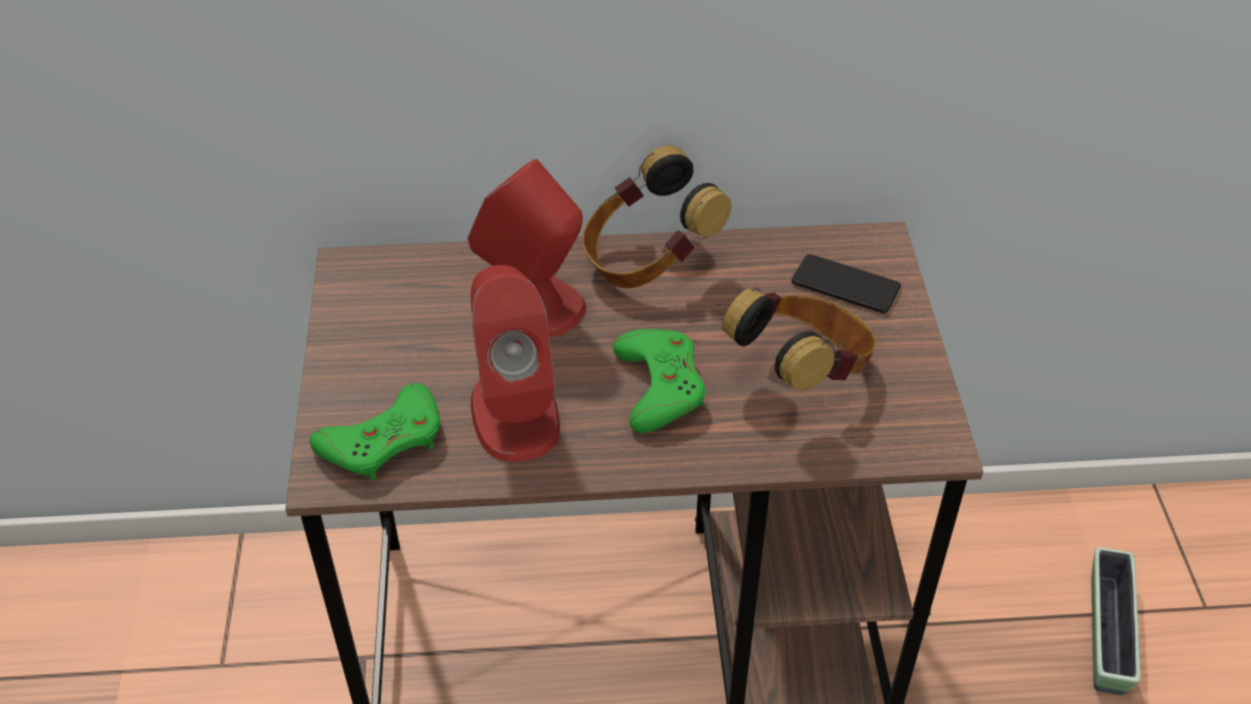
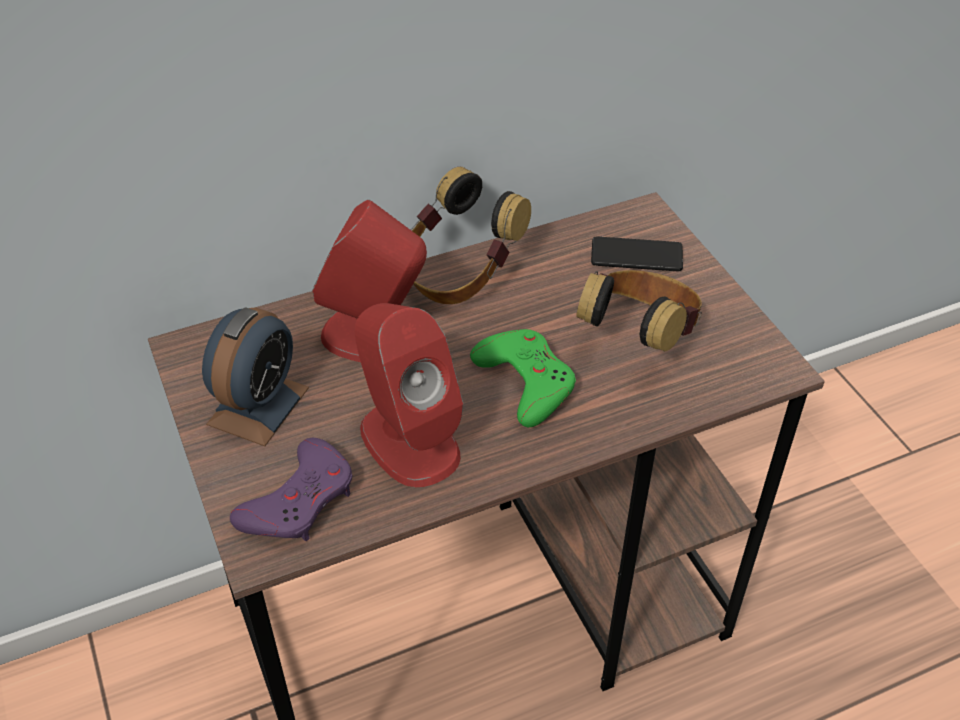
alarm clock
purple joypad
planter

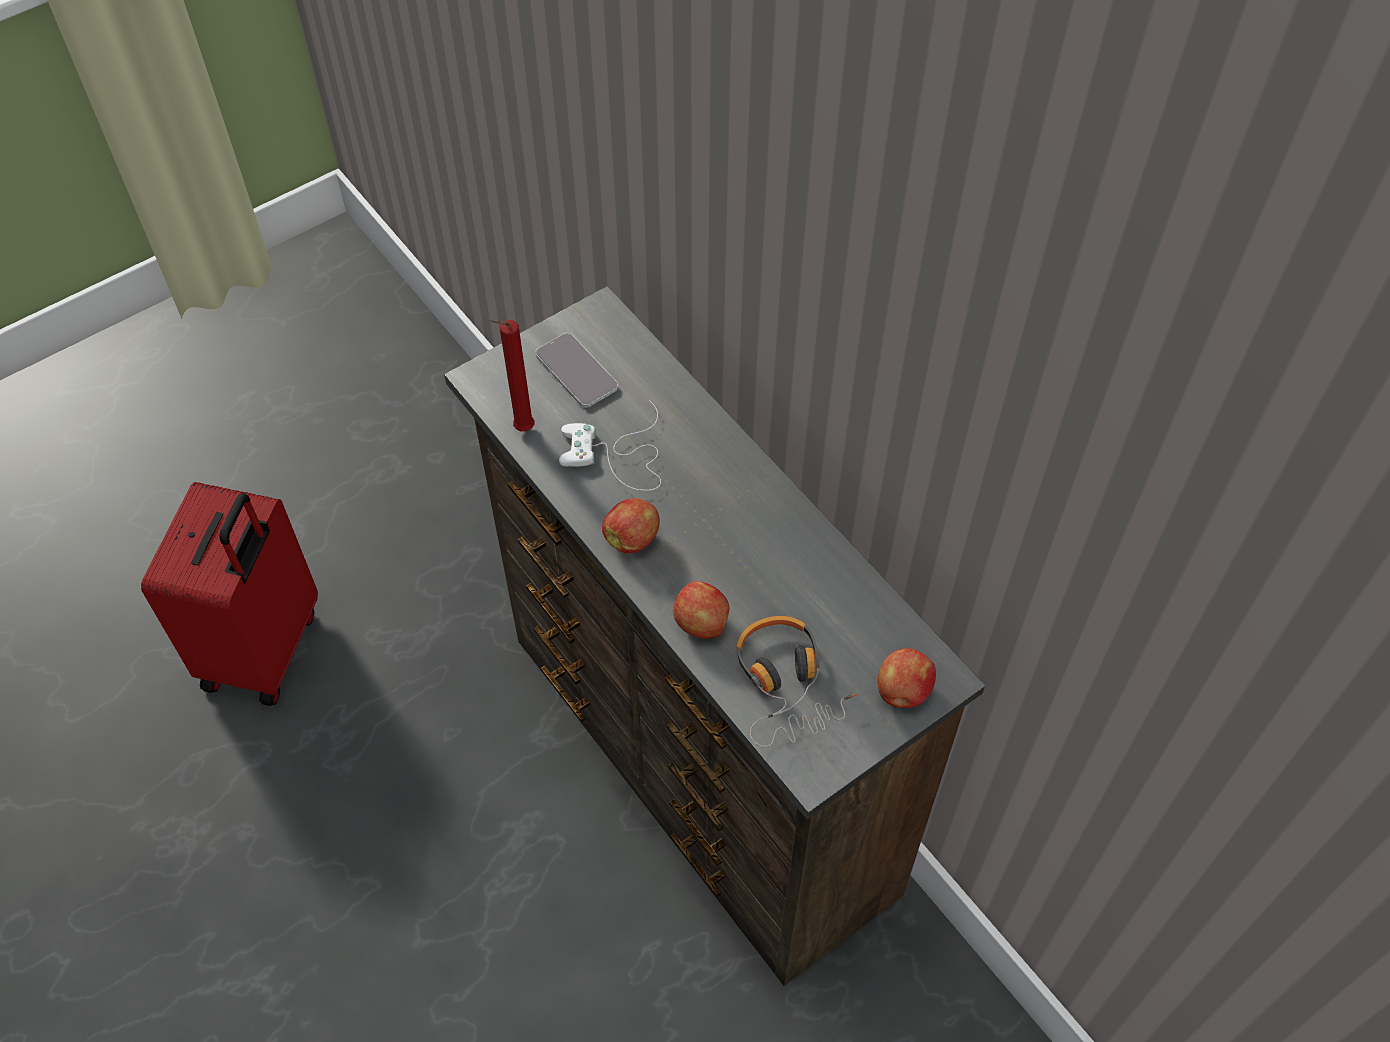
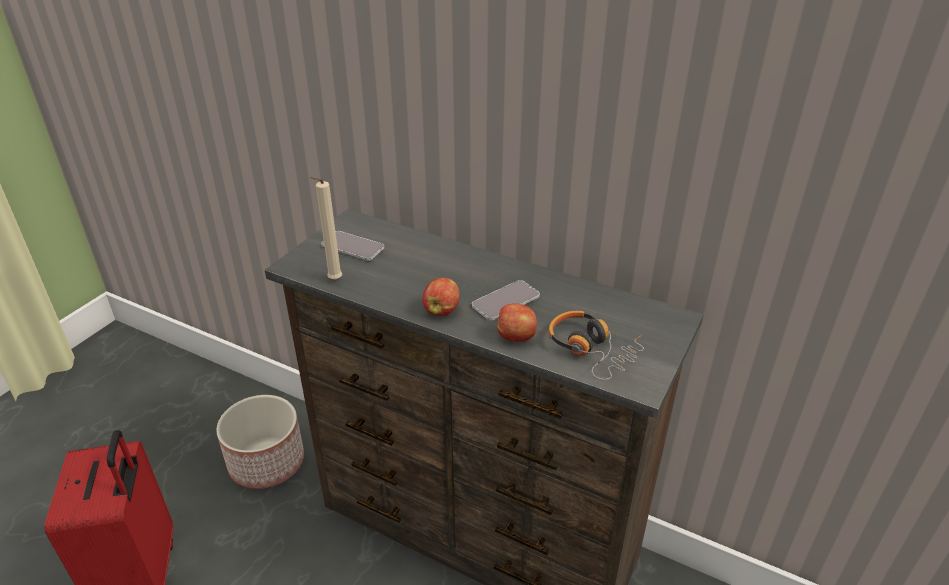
planter
sand-coloured wax candle
phone (no. 2 from left)
white-coloured joypad
apple fruit (no. 3 from left in the first image)

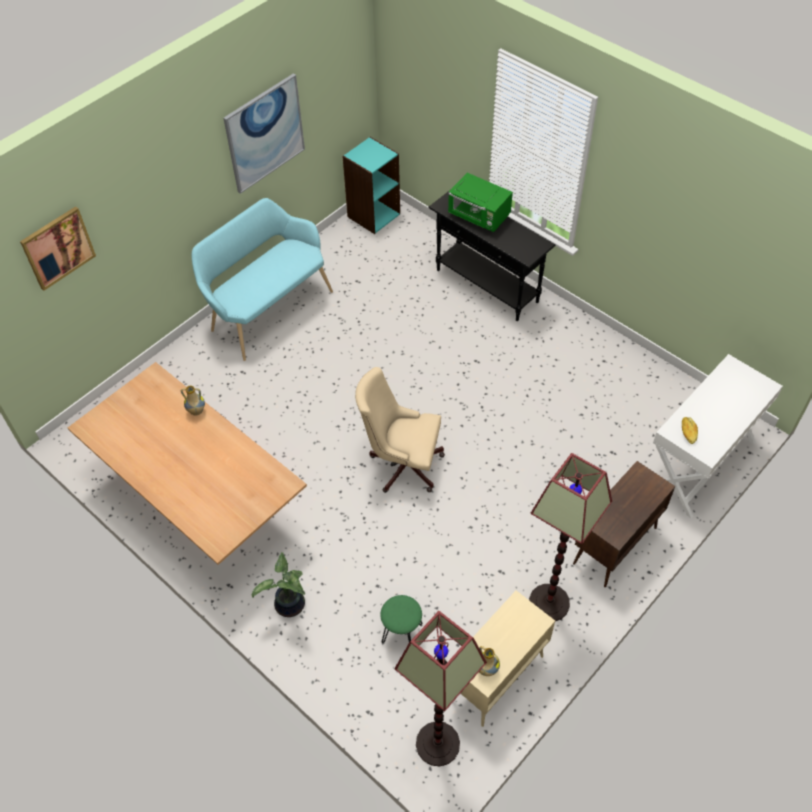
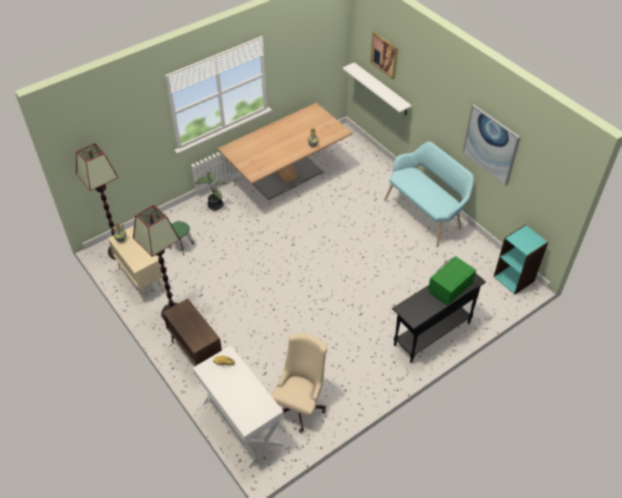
sand-coloured office chair
white-coloured bracket shelf

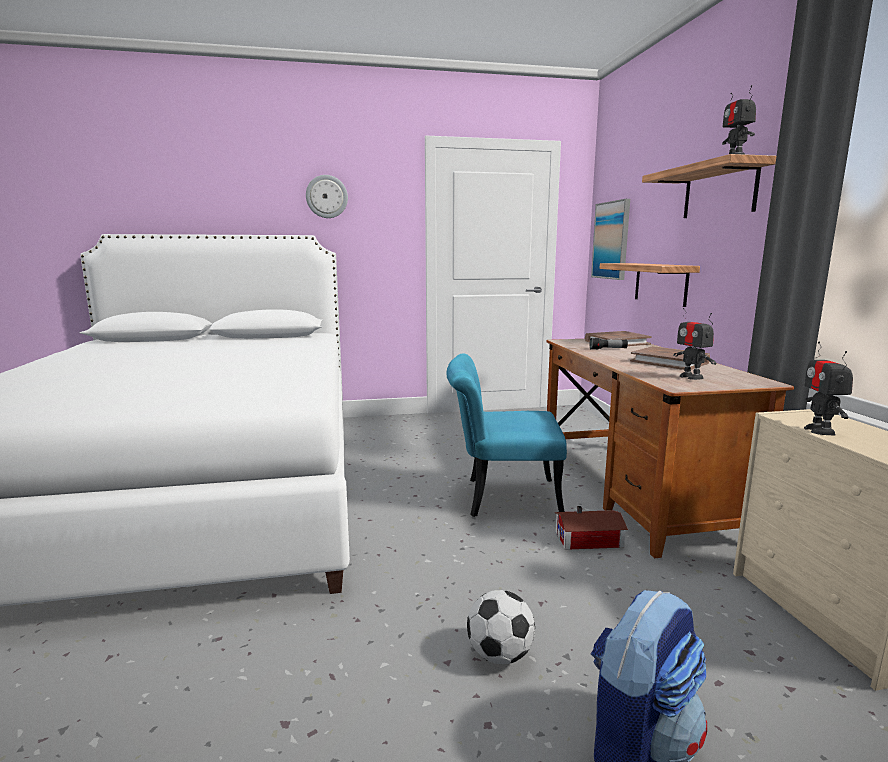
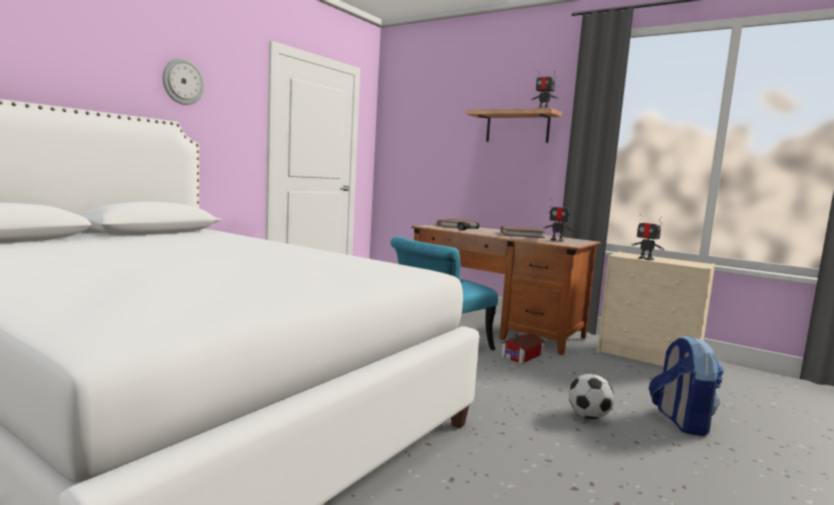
wall art
bracket shelf (no. 1 from left in the first image)

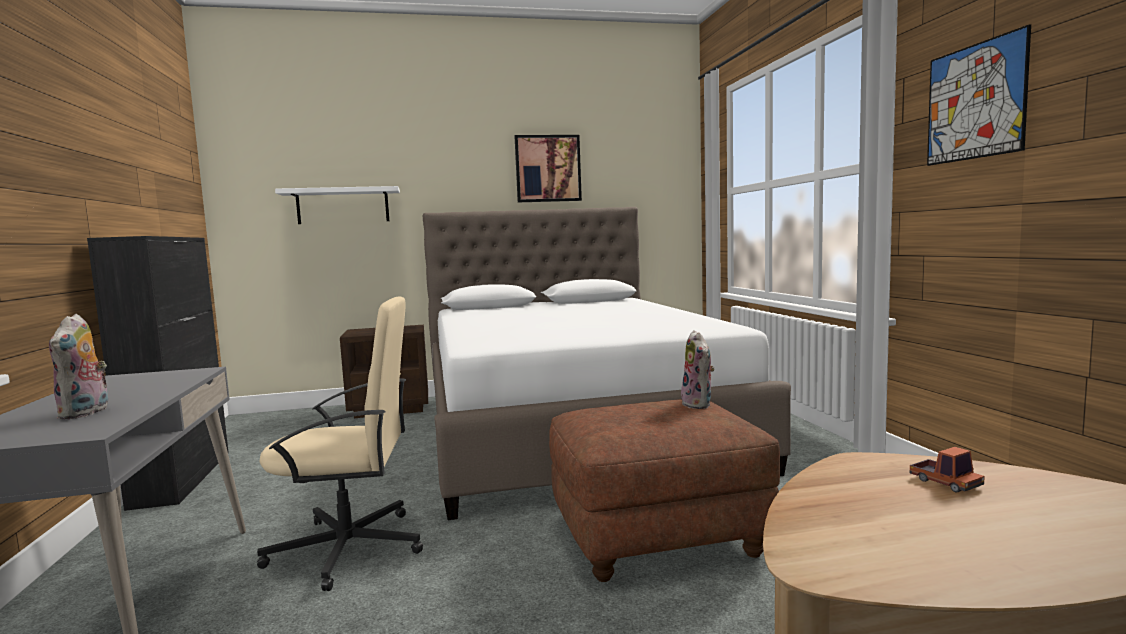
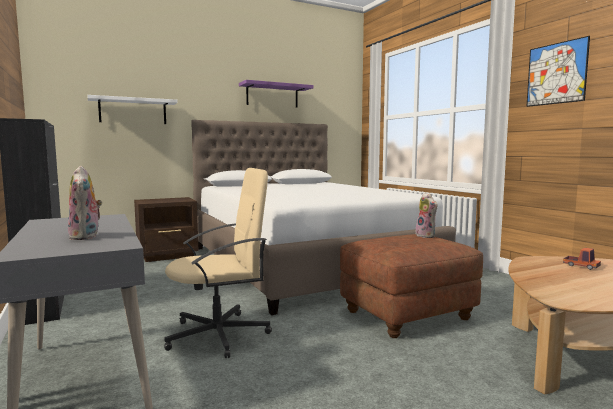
purple bracket shelf

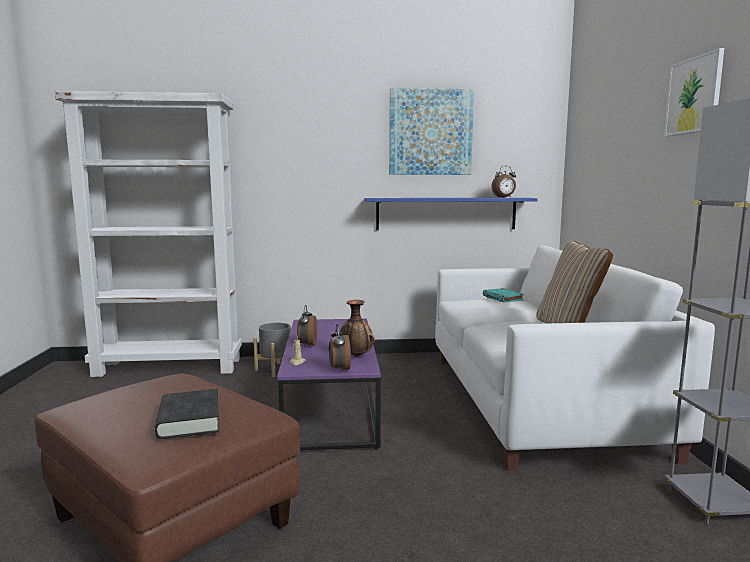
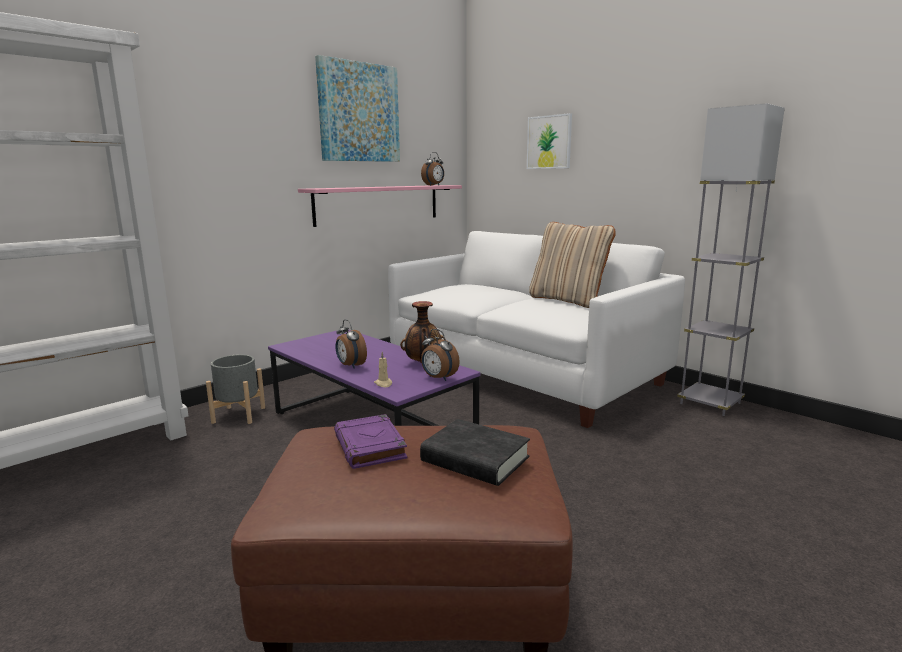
pinkish bracket shelf
purple bound book
wall art (no. 2 from left)
blue-green bound book

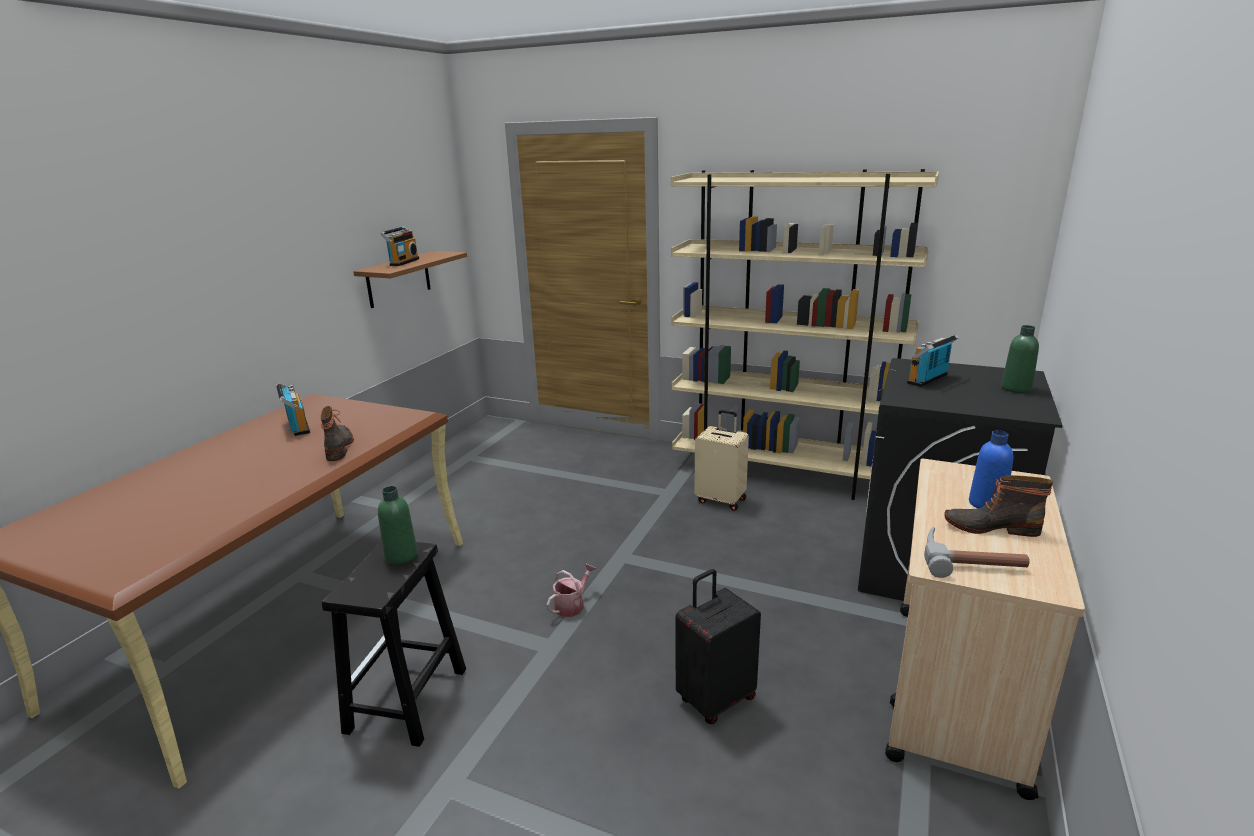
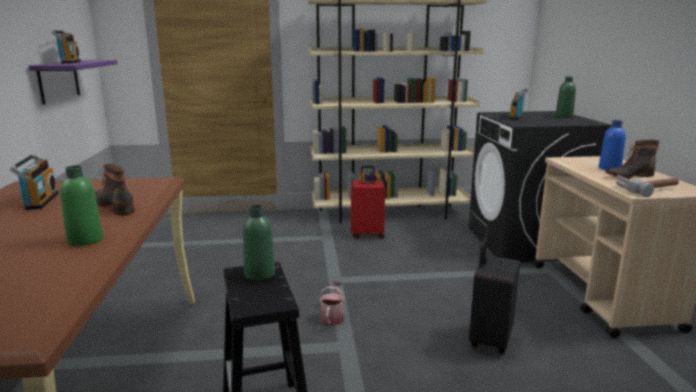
radio set (no. 1 from left)
purple bracket shelf
green-coloured beverage bottle (no. 1 from left)
reddish suitcase

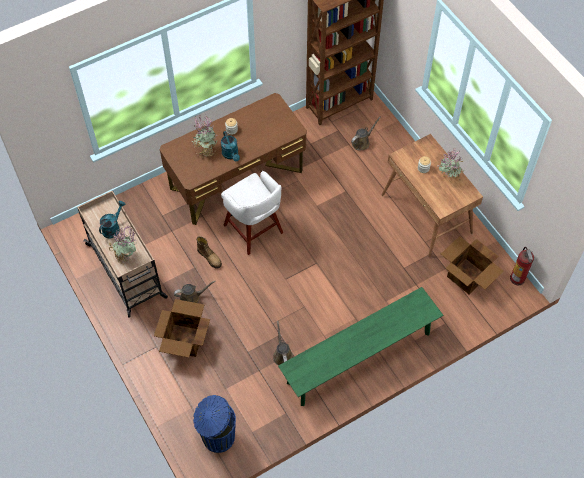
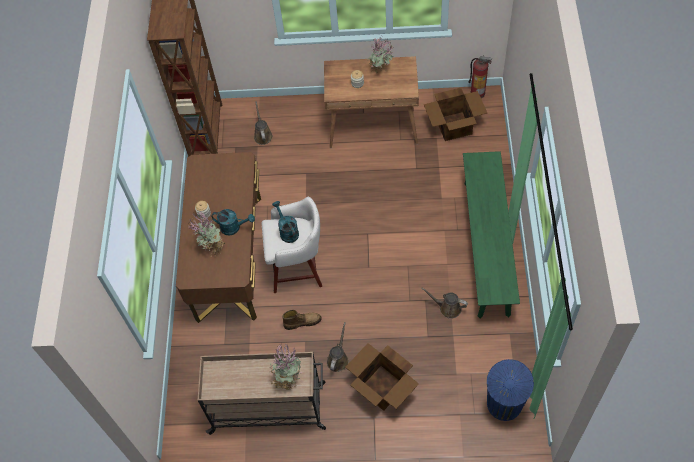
blue-green watering pot (no. 2 from left)

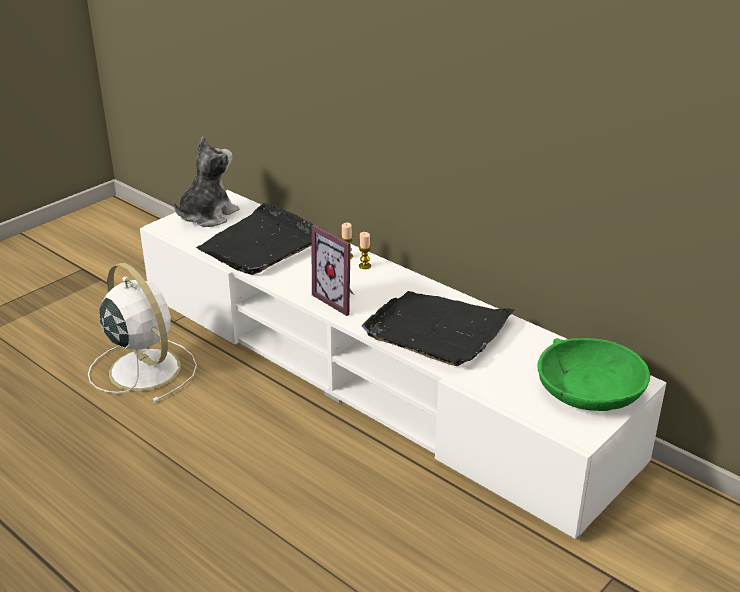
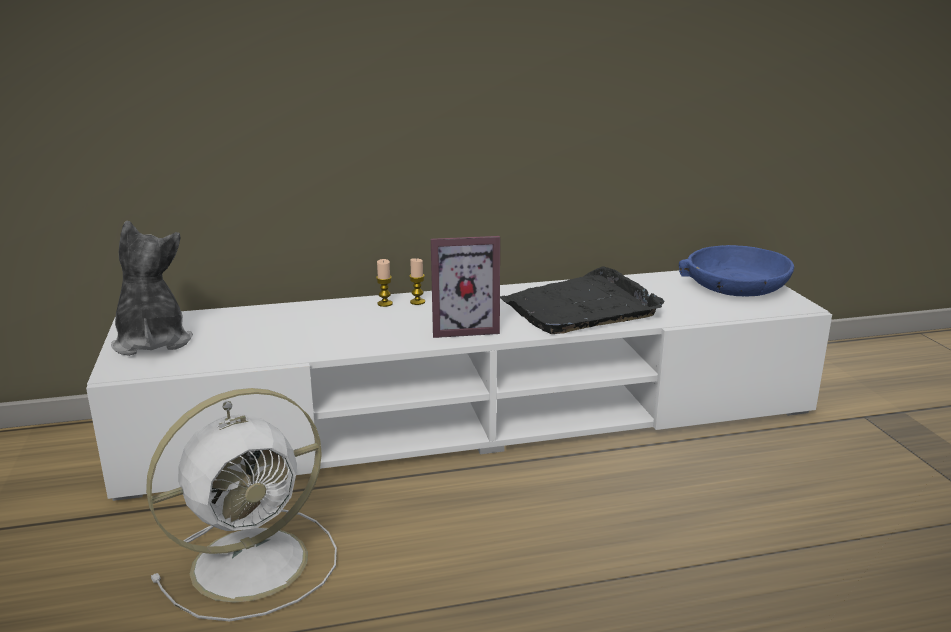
white-coloured cooling fan
blue deep dish
blackish tray (no. 1 from left in the first image)

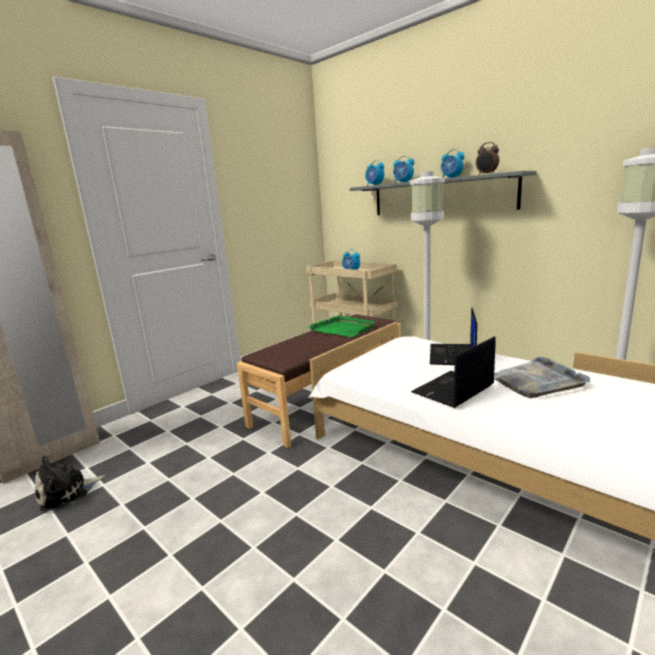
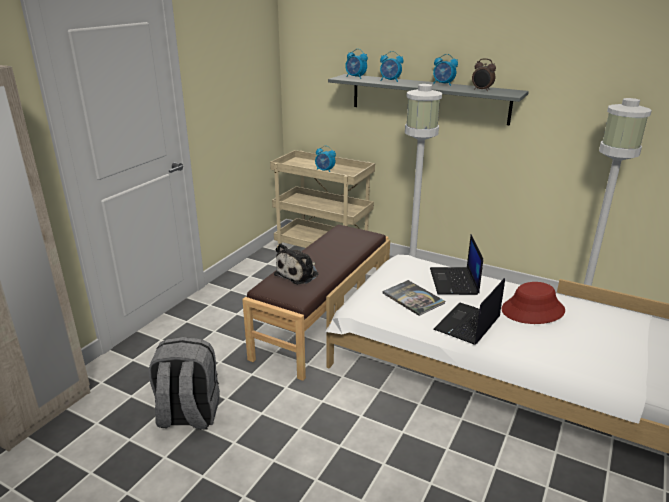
grey backpack
cuddly toy
bound book
reddish clothing hat
green-coloured tray

